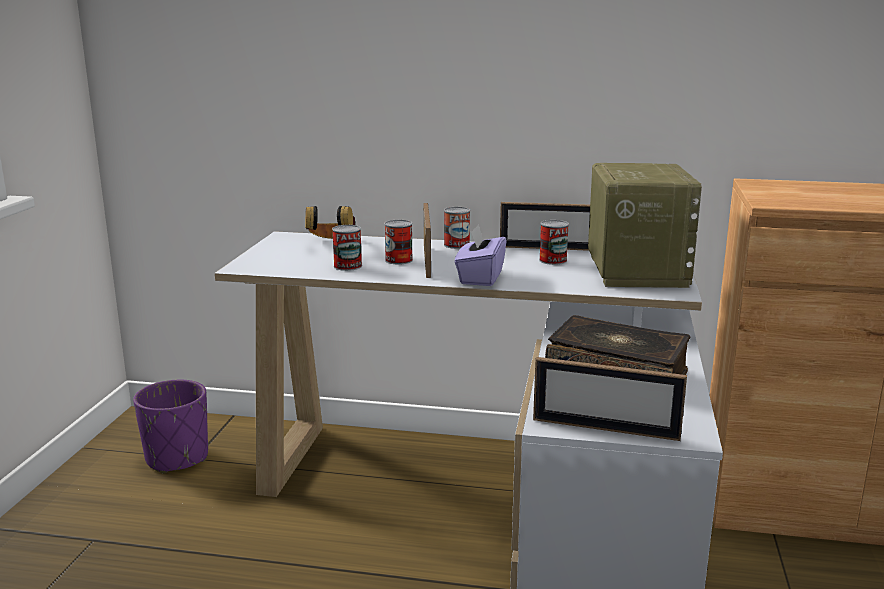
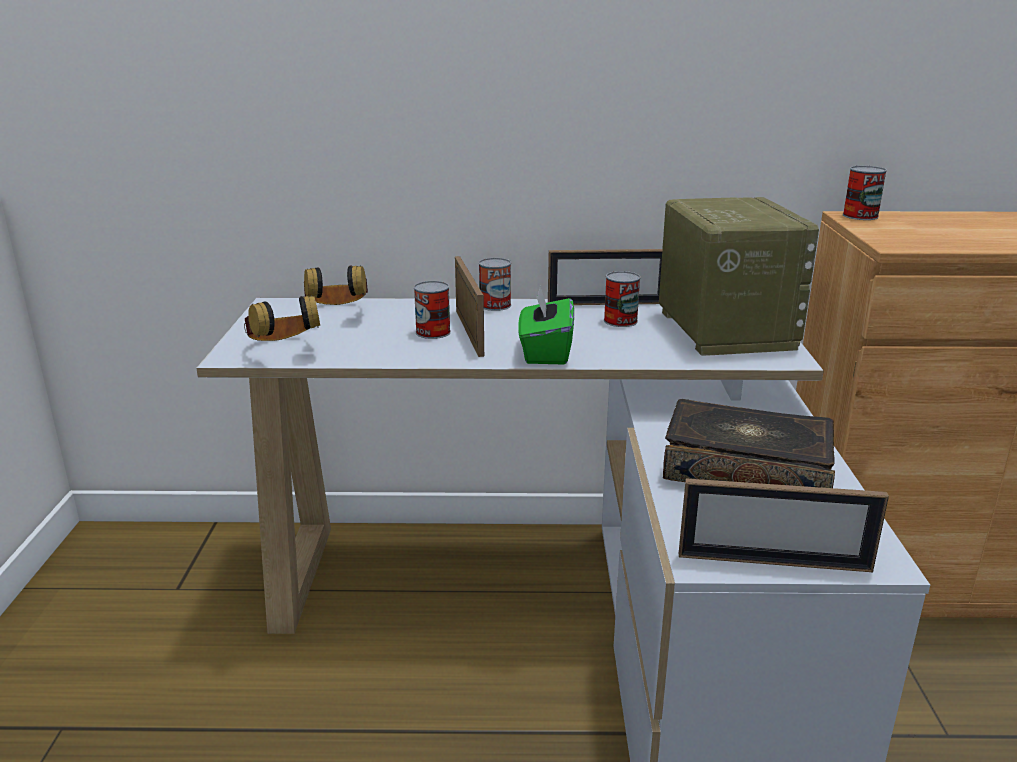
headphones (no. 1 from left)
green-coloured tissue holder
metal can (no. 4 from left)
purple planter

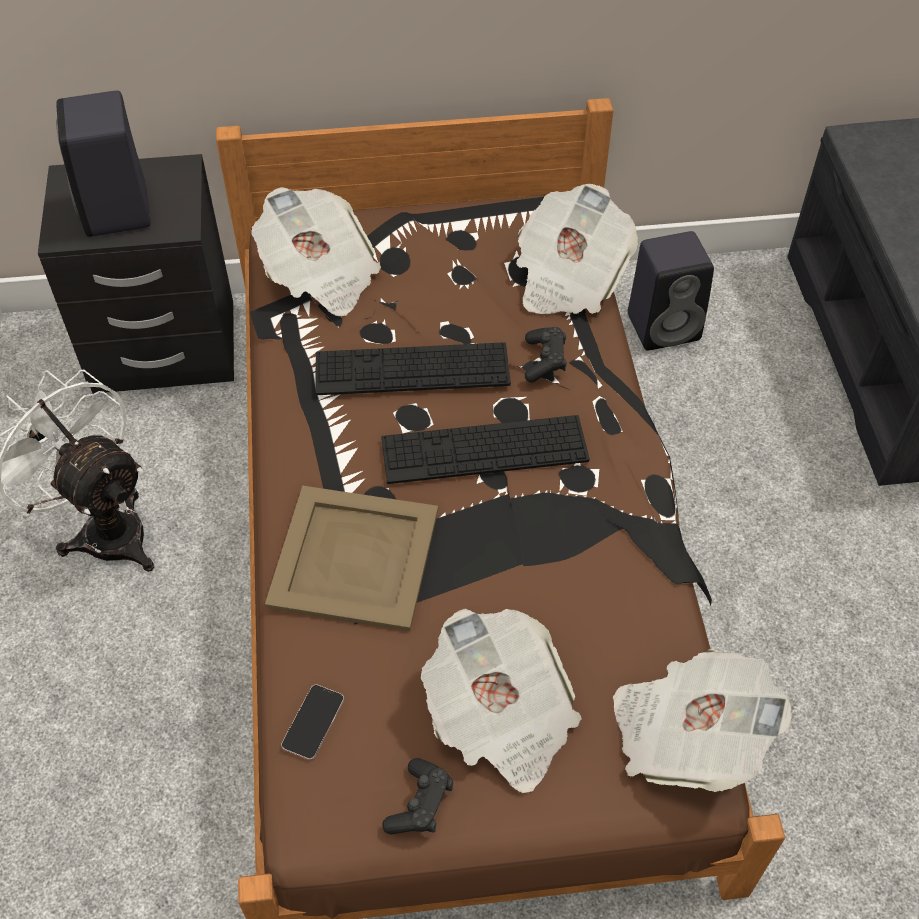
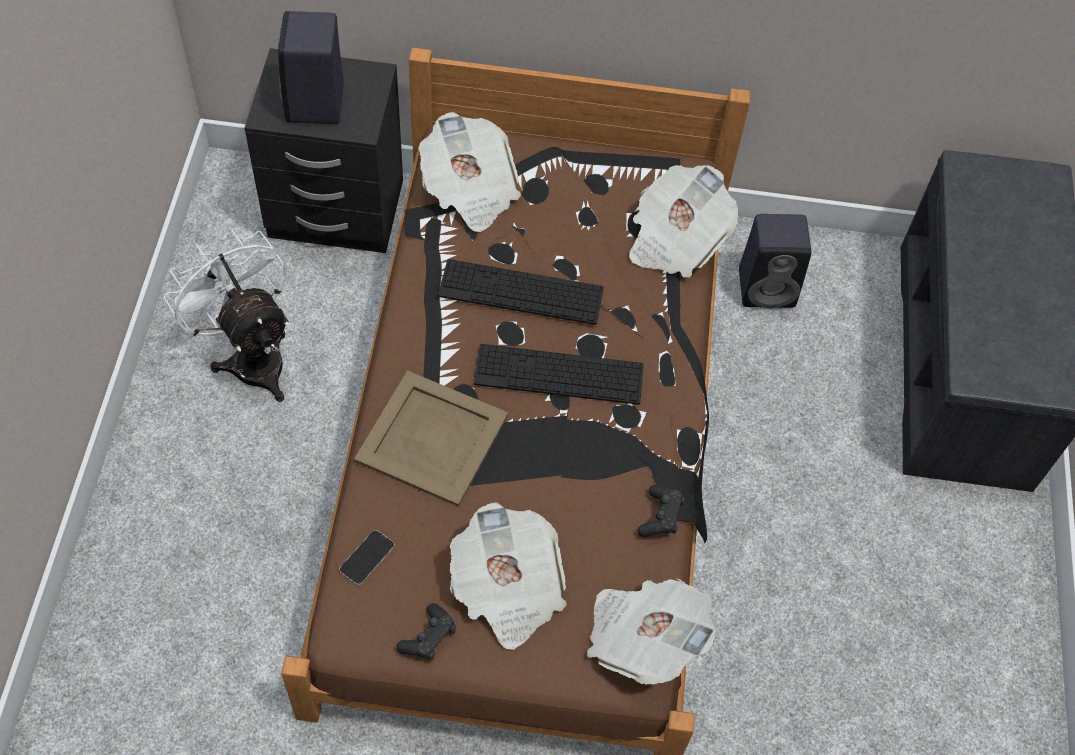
blackish joypad (no. 2 from left)

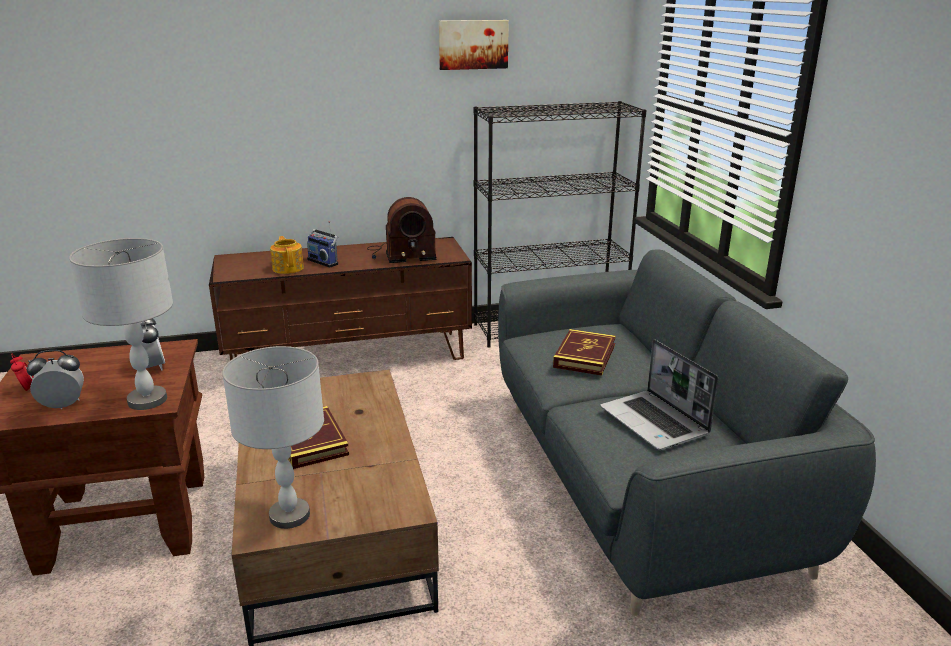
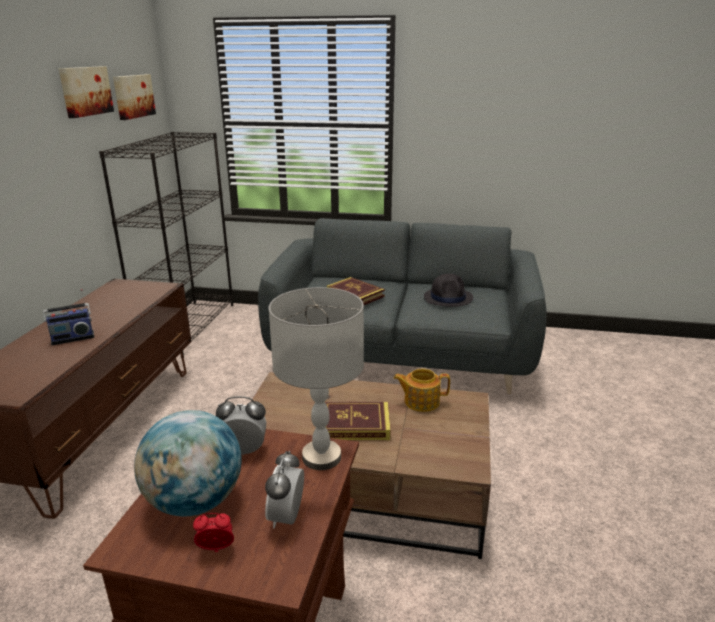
wall art (no. 2 from left)
world globe
tea pot
blackish clothing hat
grey table lamp (no. 2 from left in the first image)
radio set (no. 2 from left in the first image)

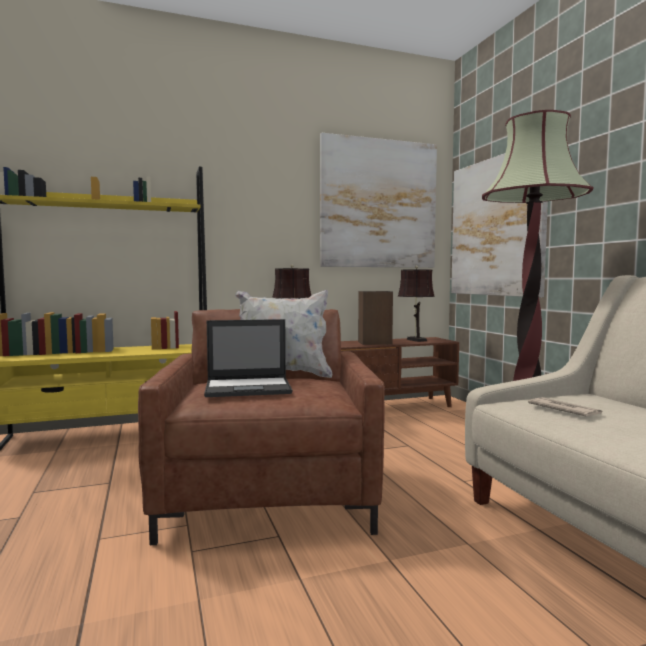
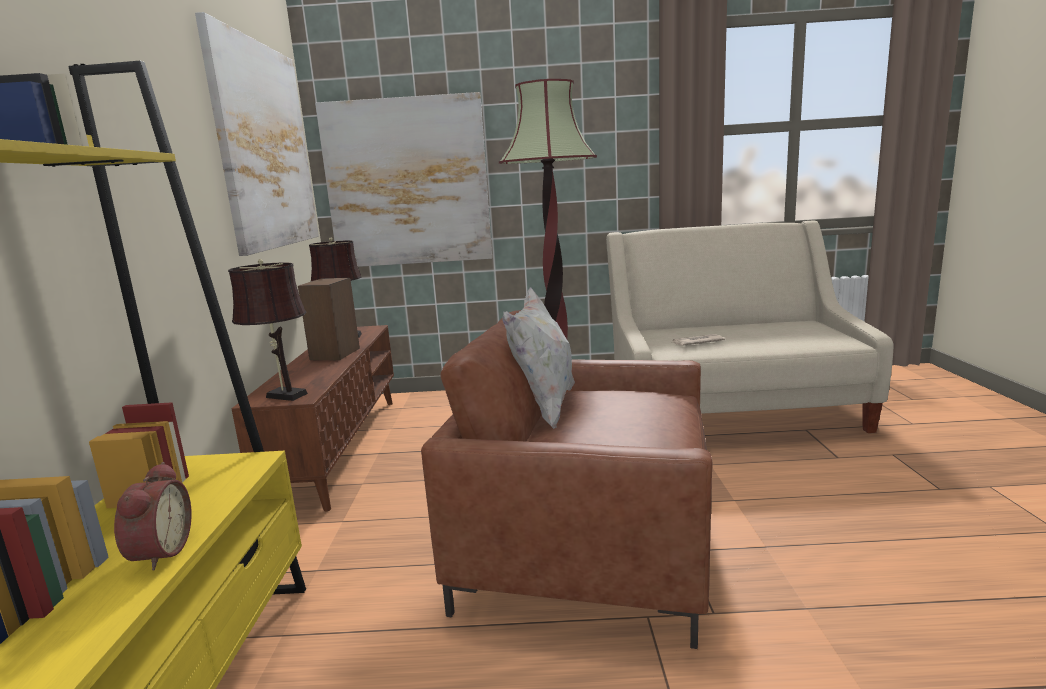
alarm clock
portable computer

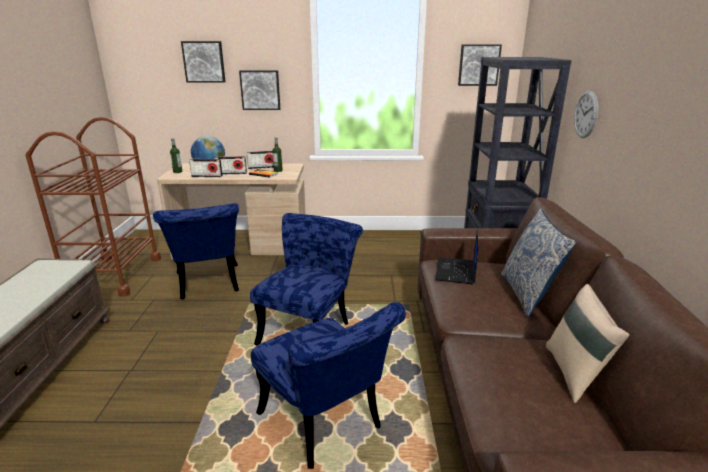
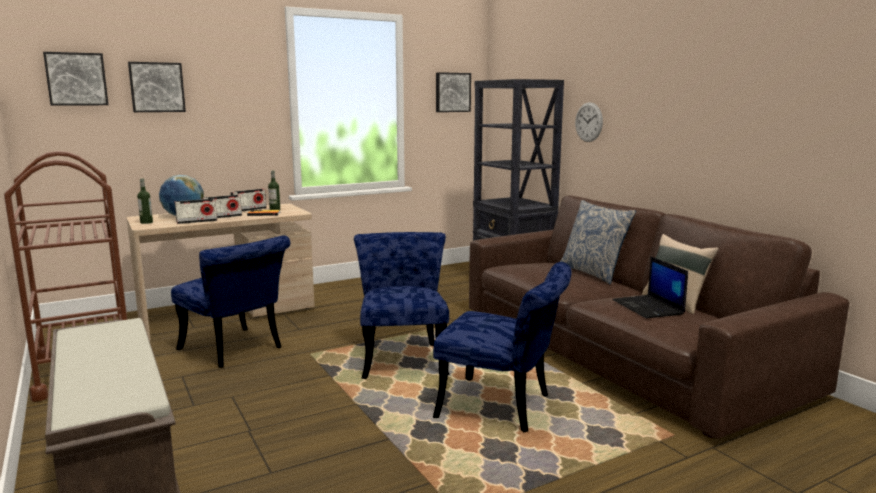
wall art (no. 1 from left)
portable computer

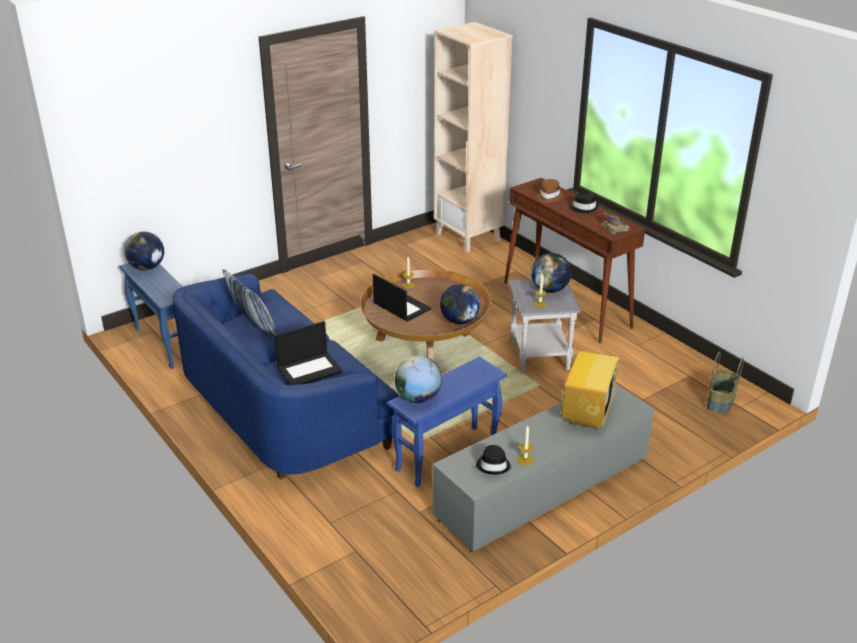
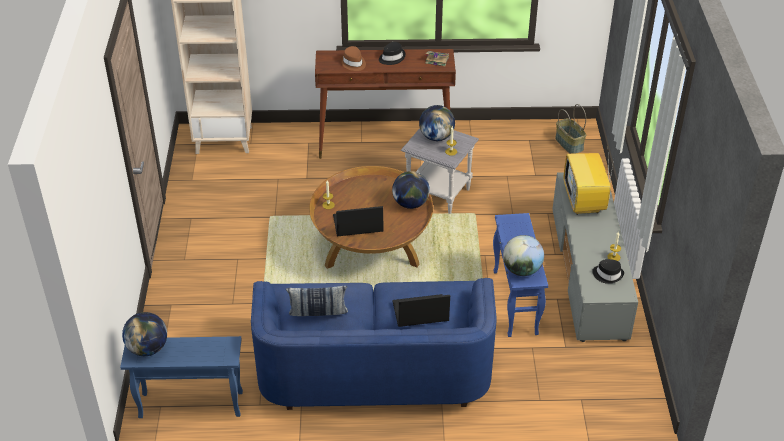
portable computer (no. 2 from left)
TV

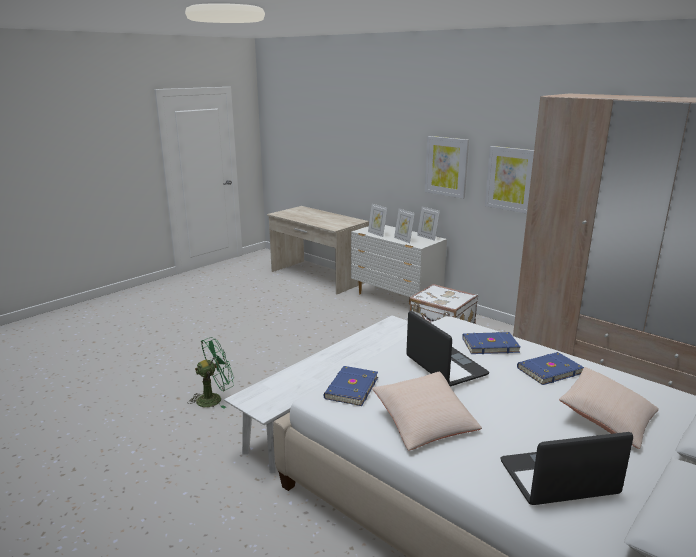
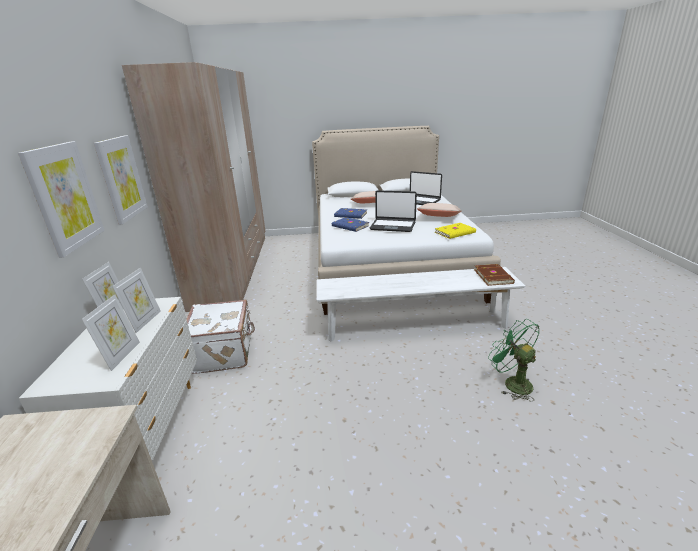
portable computer (no. 1 from left)
yellow-coloured bound book
brownish bound book
green-coloured cooling fan

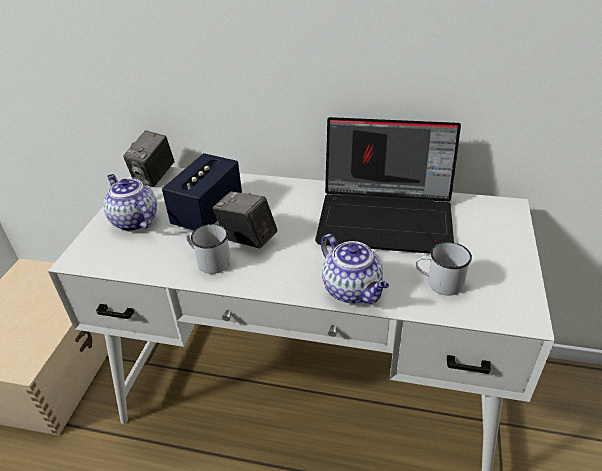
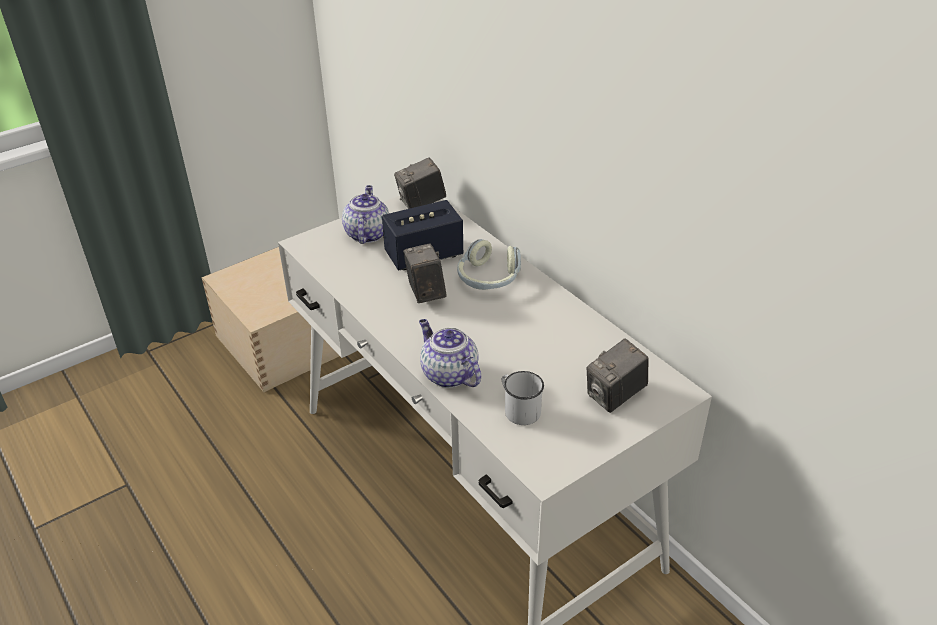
tea pot (no. 2 from left)
headphones
still camera (no. 3 from left)
white-coloured mug (no. 1 from left in the first image)
portable computer

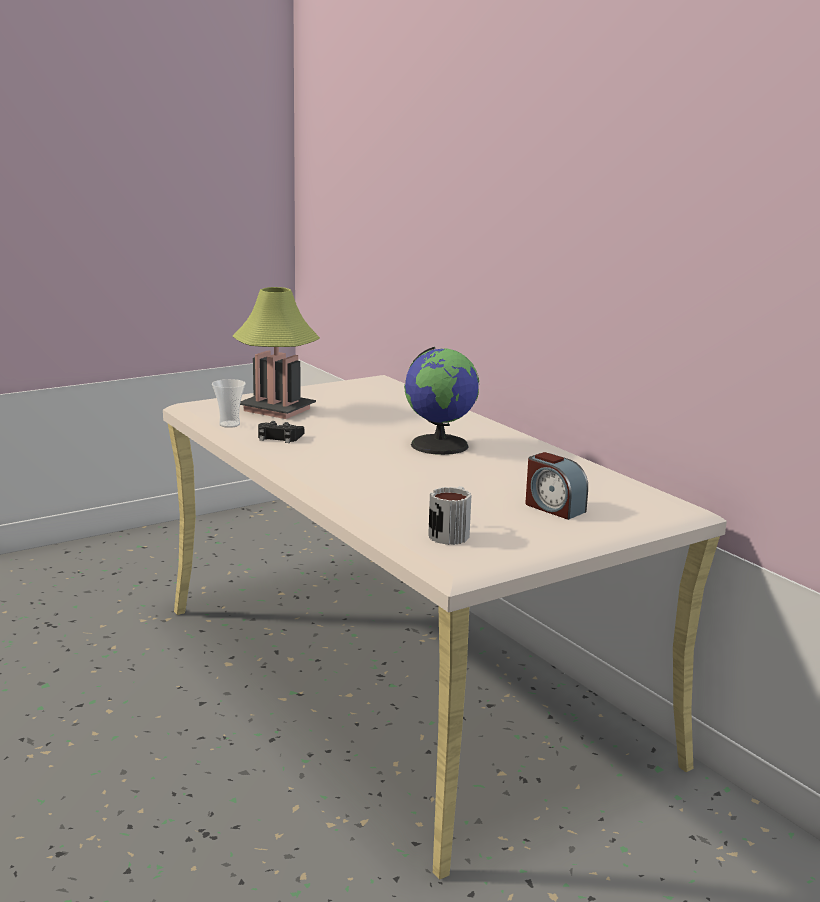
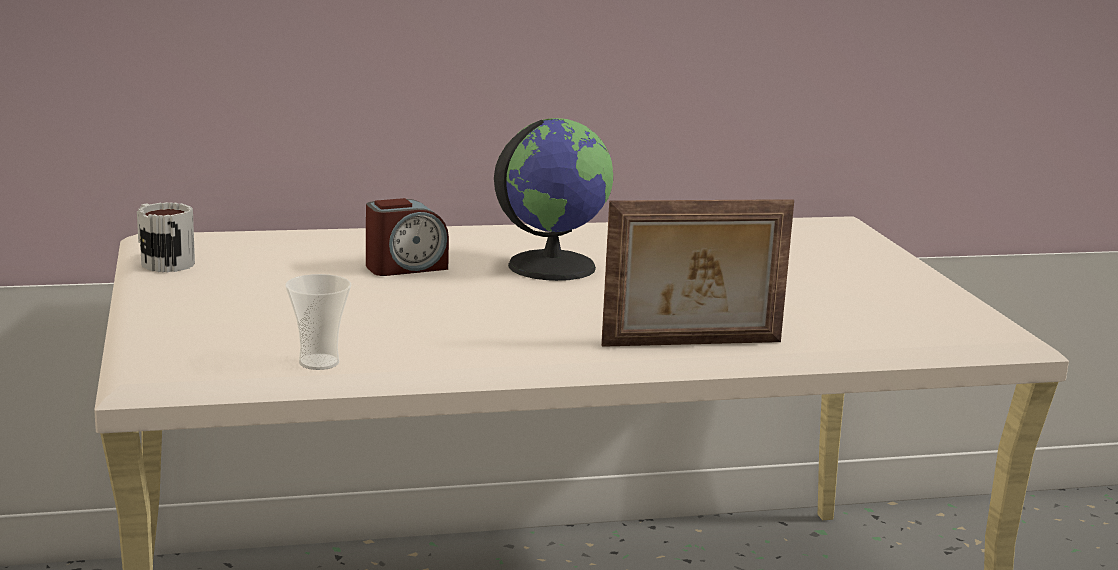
mug
alarm clock
picture frame
table lamp
blackish joypad

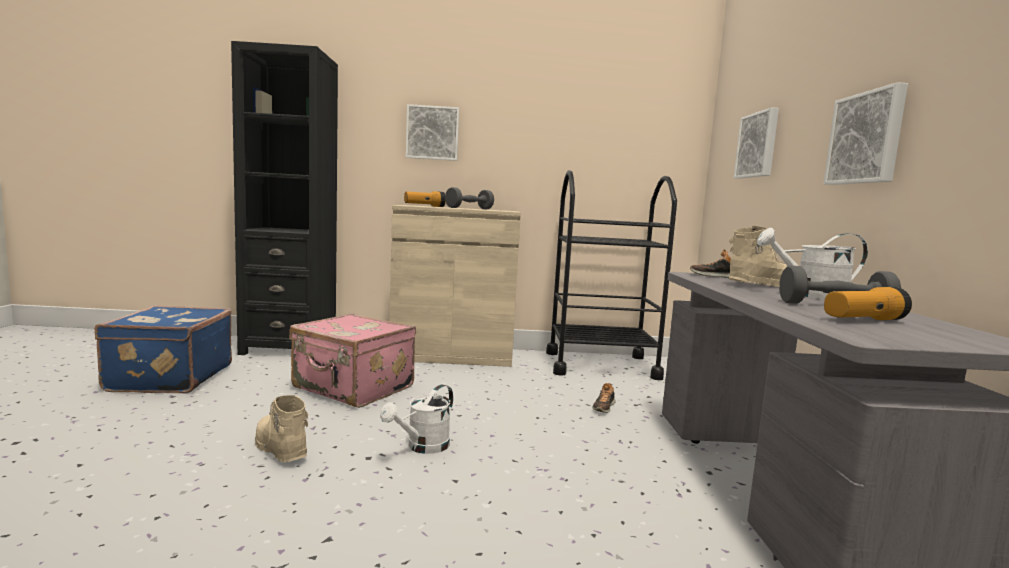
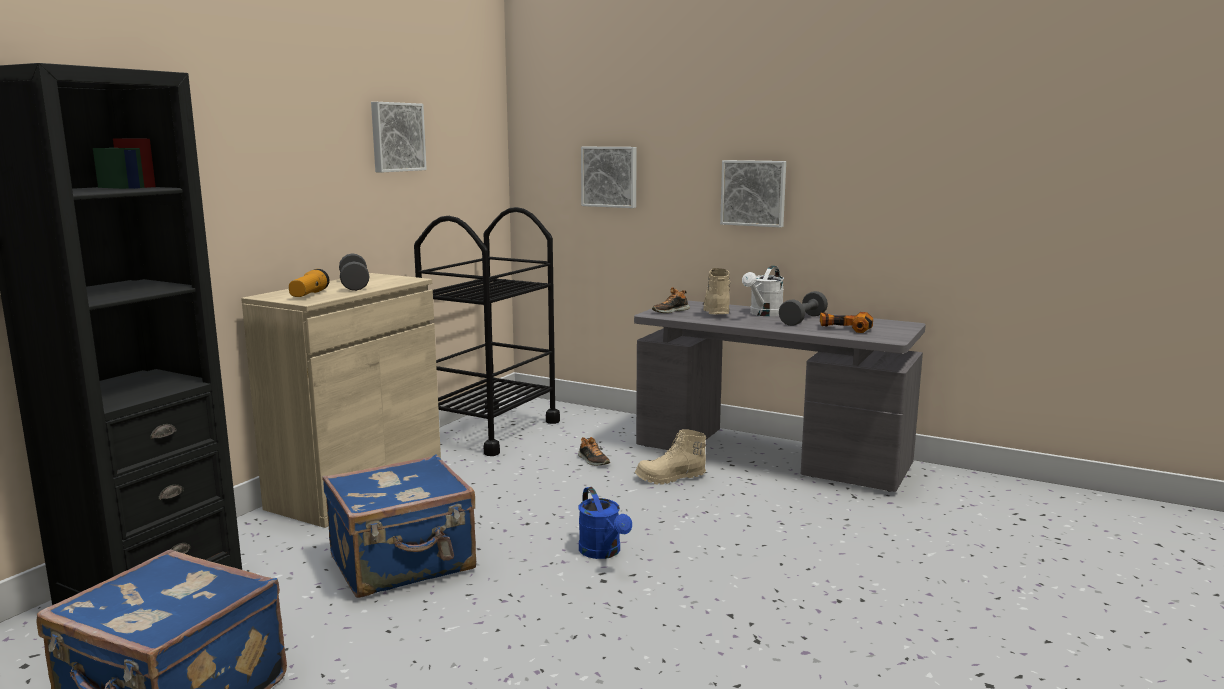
blue suitcase (no. 2 from left)
wall art (no. 1 from left)
blue watering pot
sand-coloured boot (no. 1 from left)
power drill

